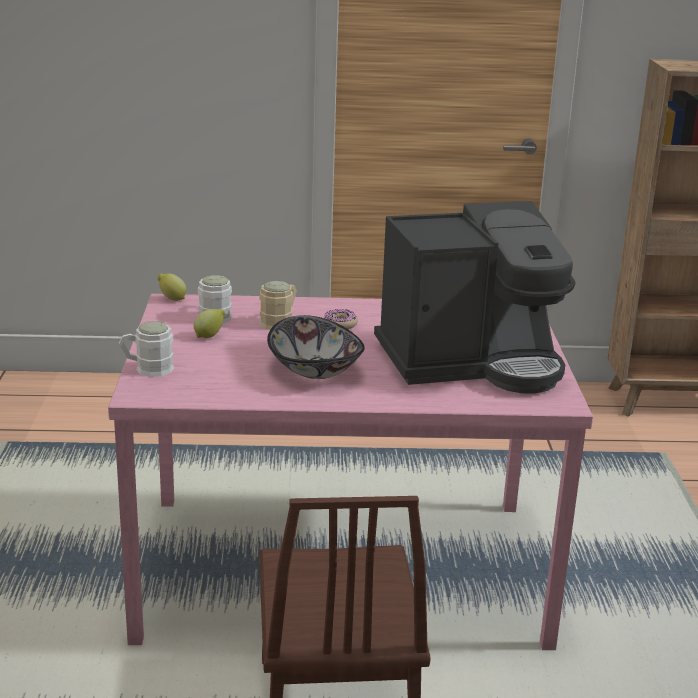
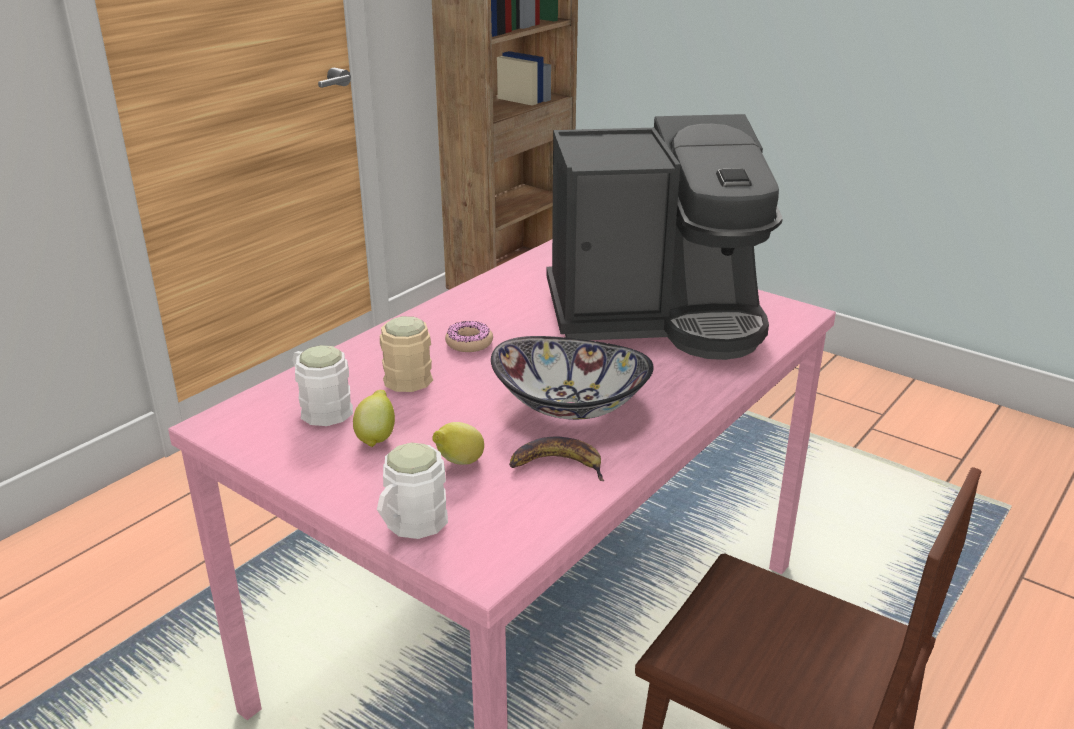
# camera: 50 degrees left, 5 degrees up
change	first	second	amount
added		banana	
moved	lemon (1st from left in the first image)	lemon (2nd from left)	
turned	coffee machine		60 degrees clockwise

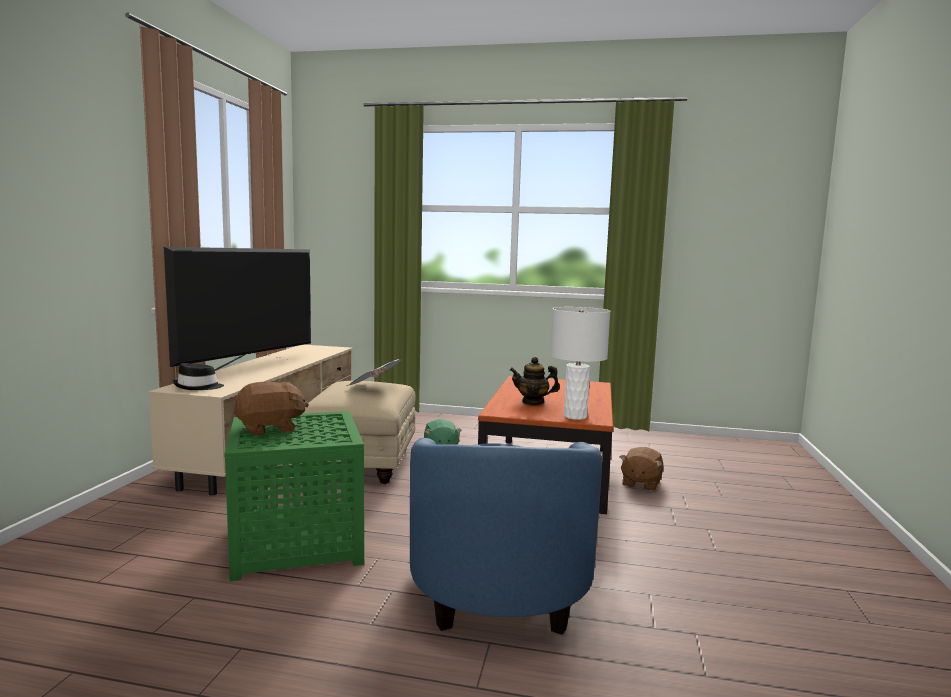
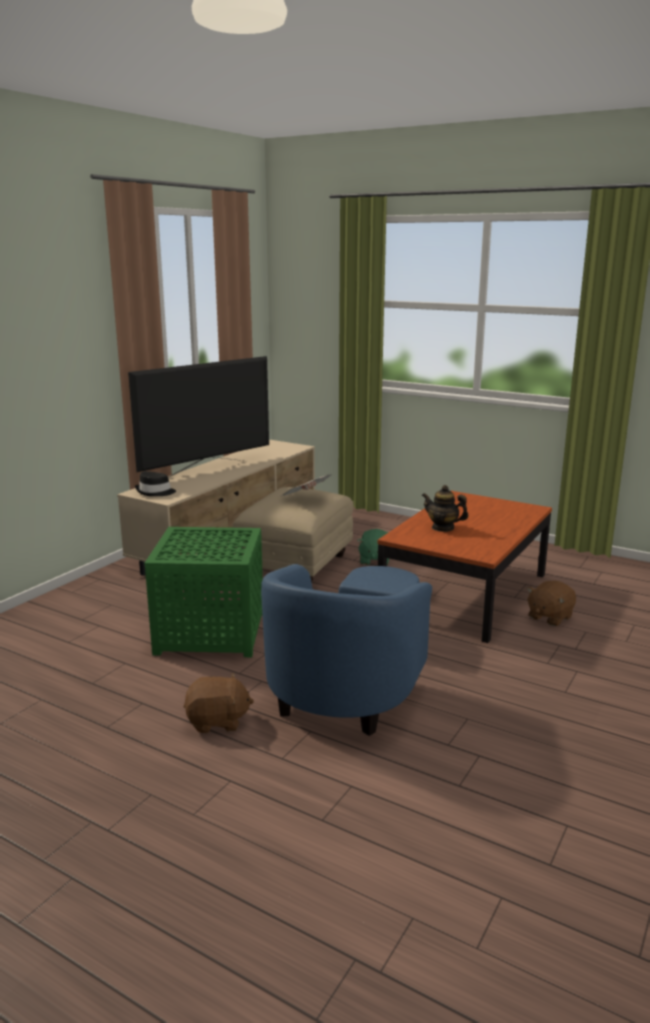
# camera: 20 degrees right, 10 degrees up
change	first	second	amount
removed	lamp for a table (white)		
moved	plush toy (brown) (1st from left)		

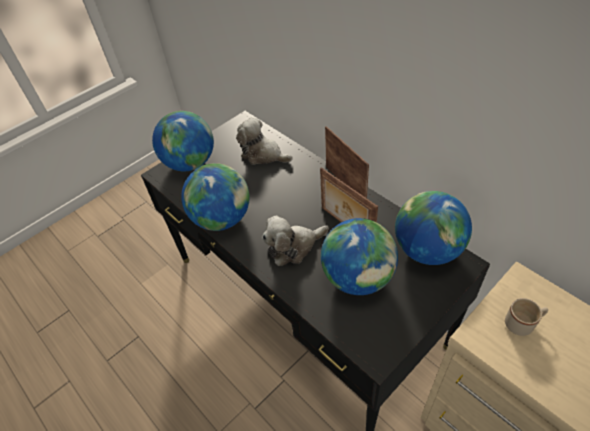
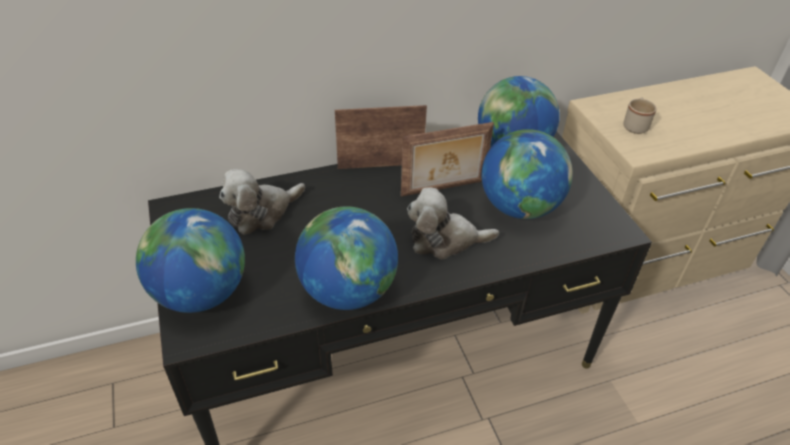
# camera: 70 degrees left, 5 degrees down
change	first	second	amount
turned	plush toy (2nd from left)		90 degrees clockwise

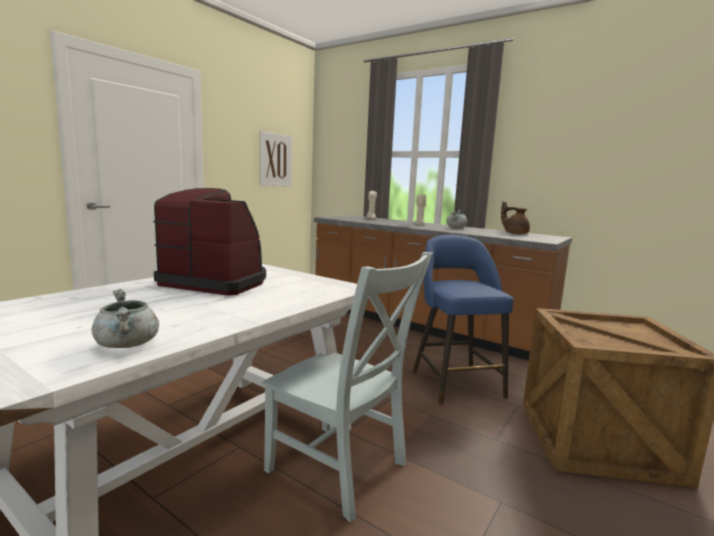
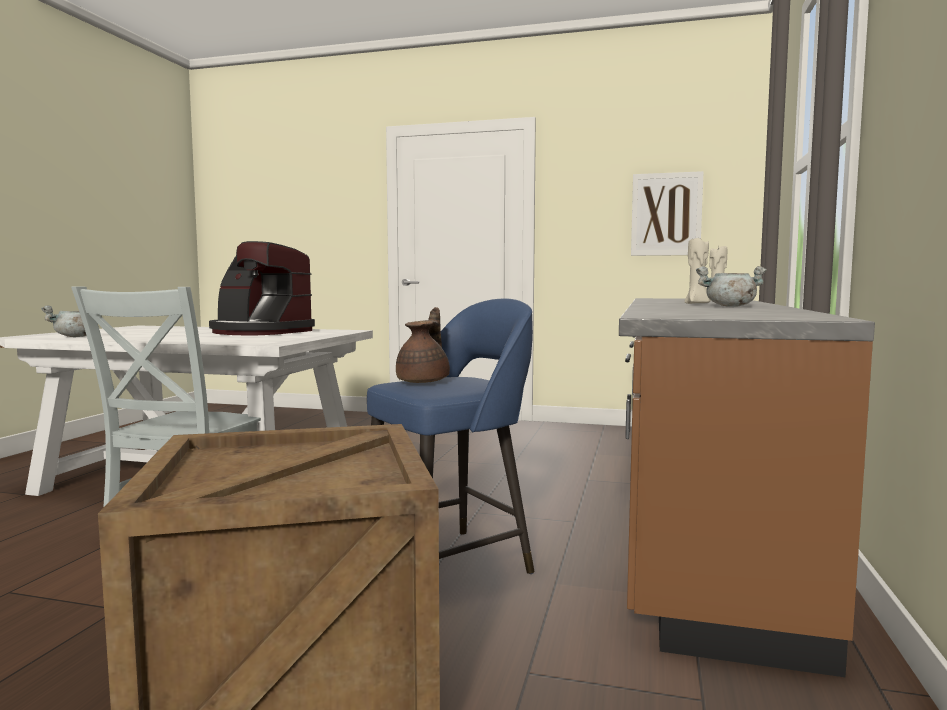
# camera: 70 degrees right, 5 degrees down
change	first	second	amount
moved	tea pot (brown)		
turned	coffee machine		120 degrees clockwise

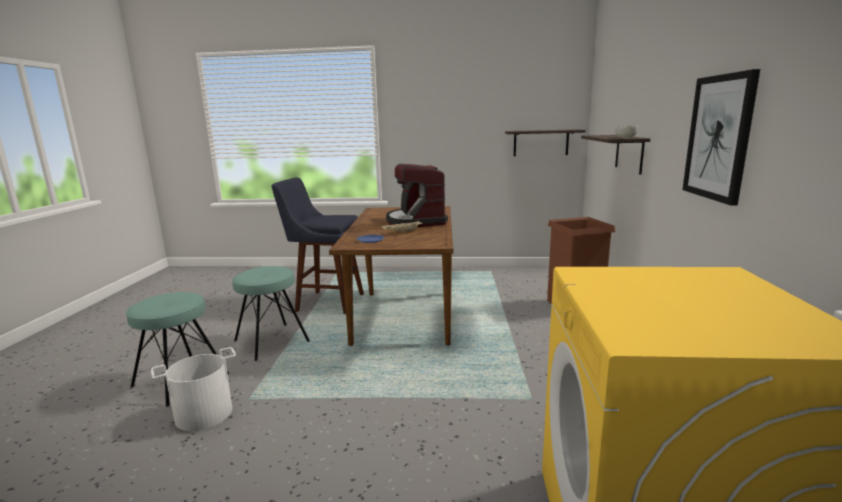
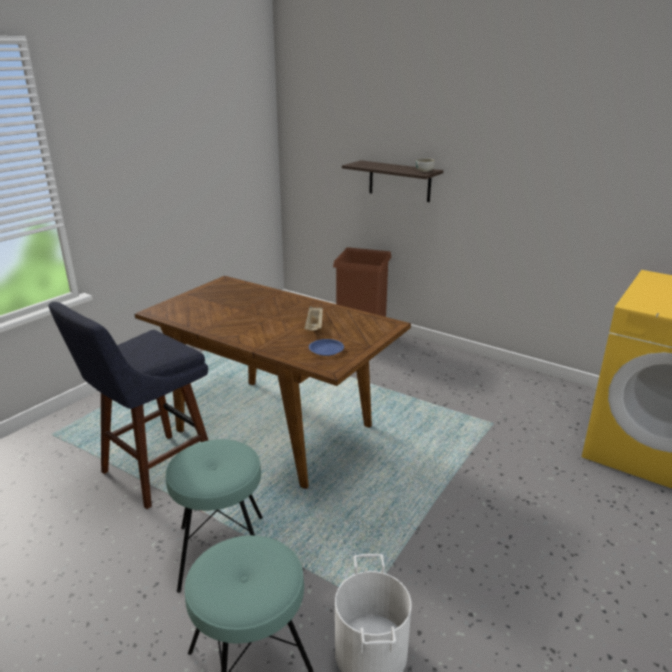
# camera: 60 degrees left, 10 degrees up
change	first	second	amount
removed	coffee machine		
removed	bracket shelf (1st from left)		
removed	picture		

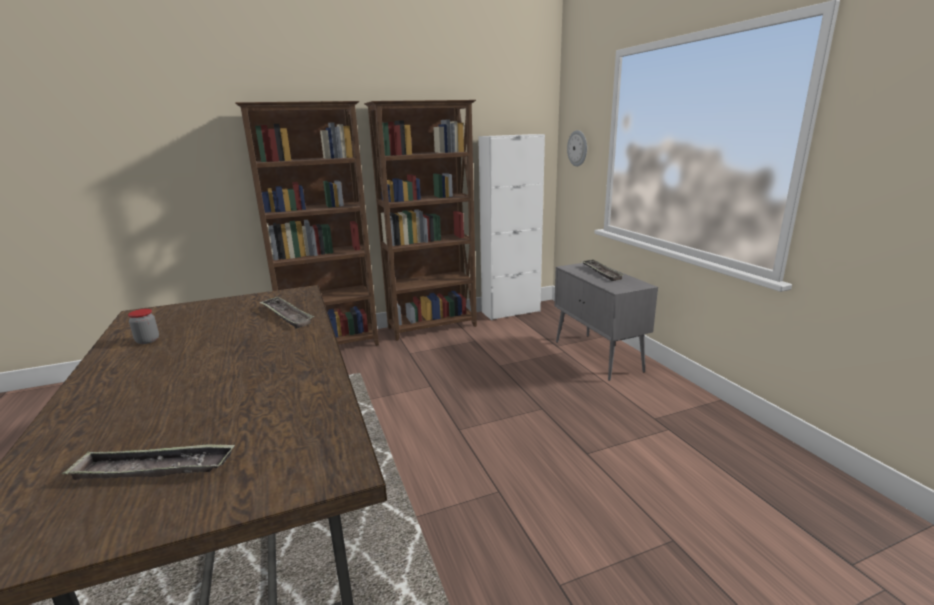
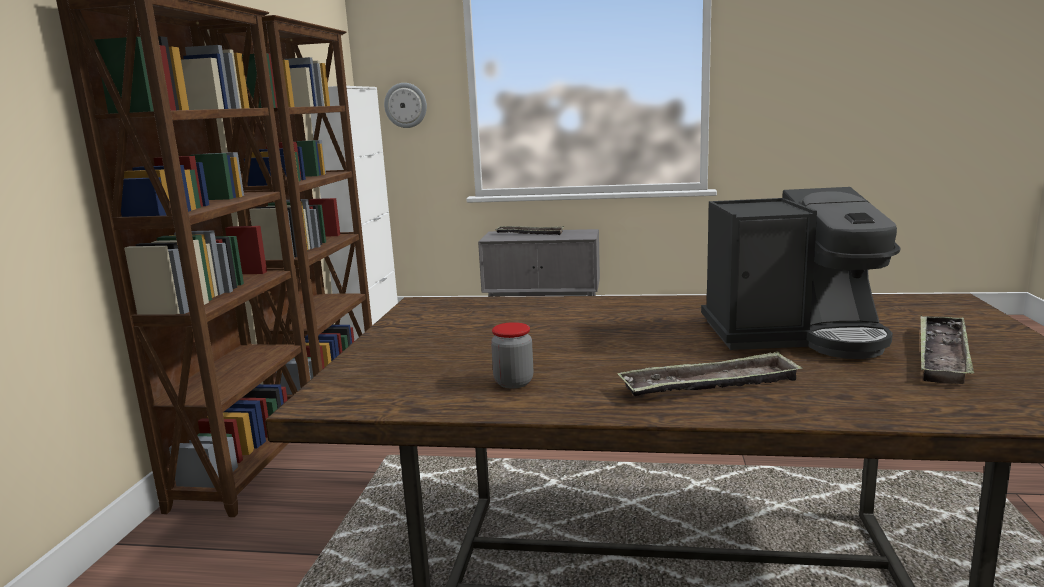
# camera: 60 degrees left, 5 degrees down
change	first	second	amount
added		coffee machine	
moved	serving tray (2nd from left)		

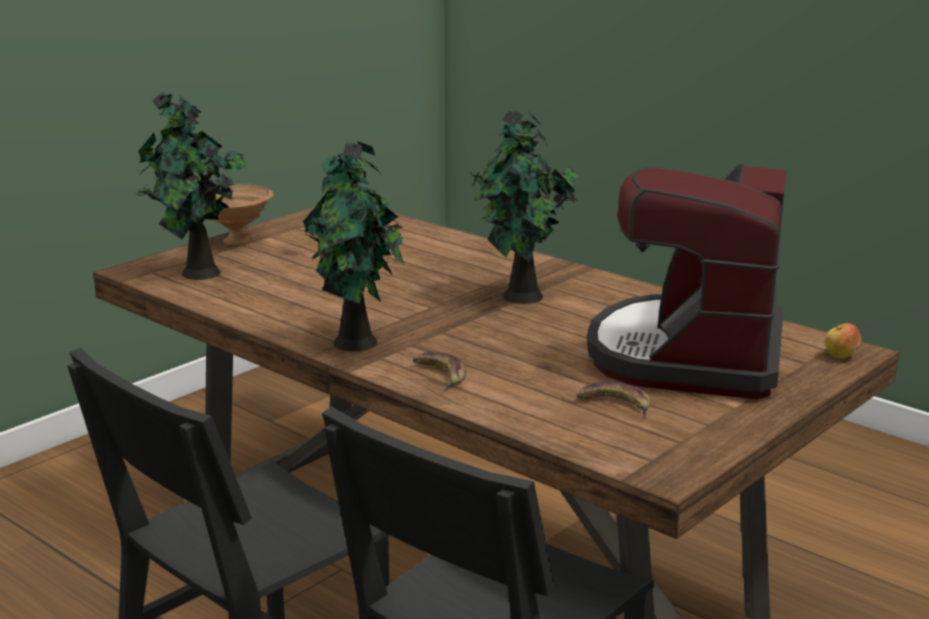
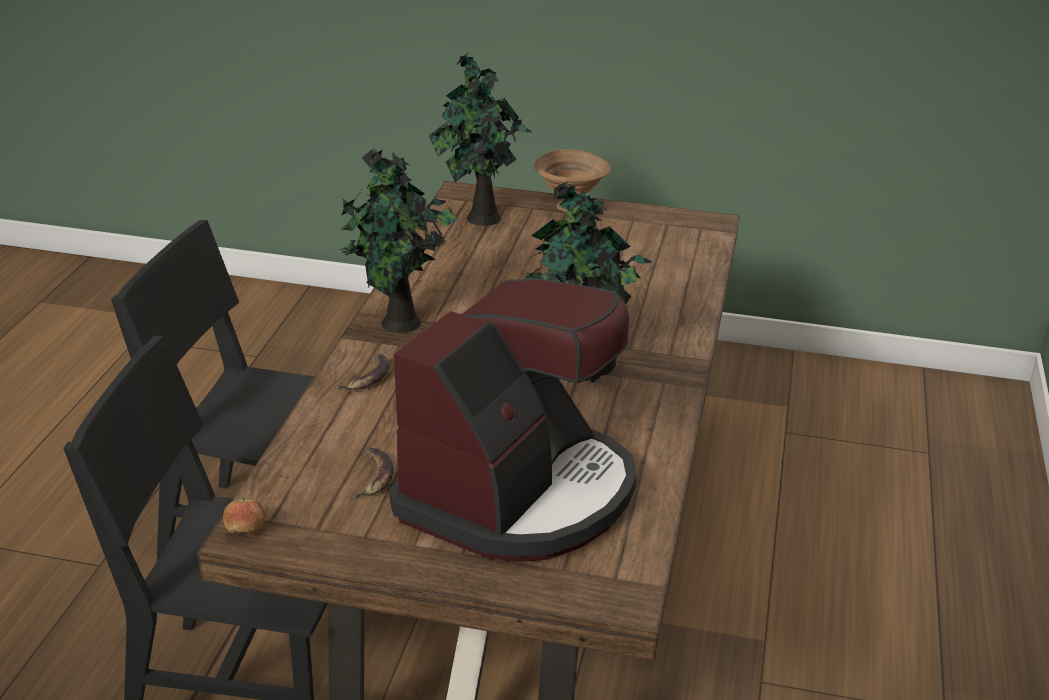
# camera: 60 degrees right, 10 degrees up
change	first	second	amount
moved	apple		
turned	coffee machine		135 degrees clockwise

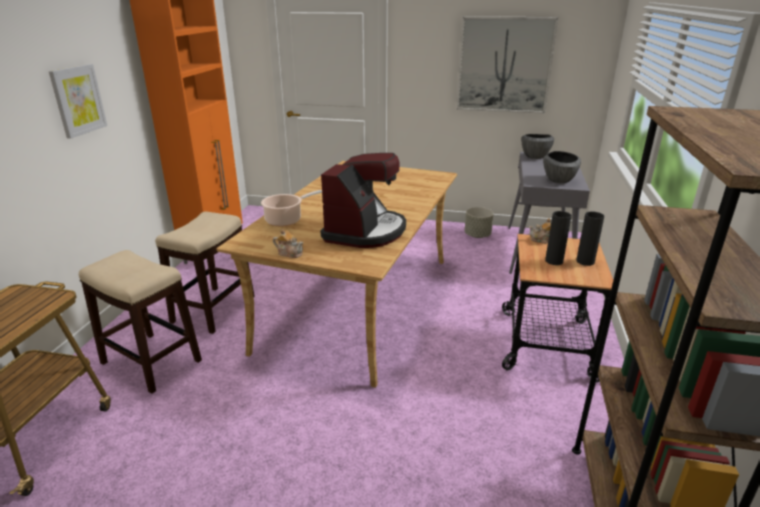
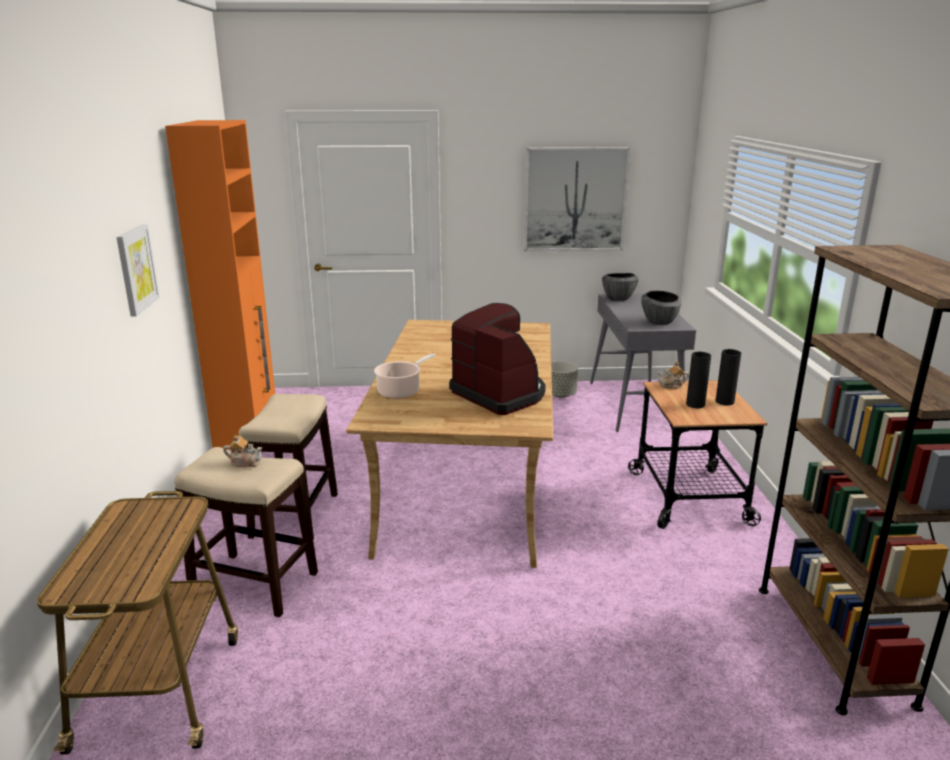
# camera: 15 degrees left, 5 degrees down
change	first	second	amount
moved	tea pot (1st from left)		
turned	coffee machine		45 degrees counterclockwise

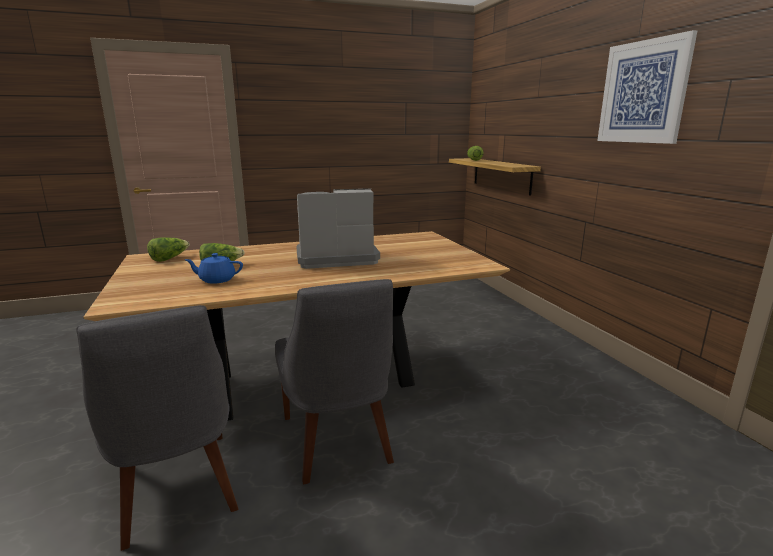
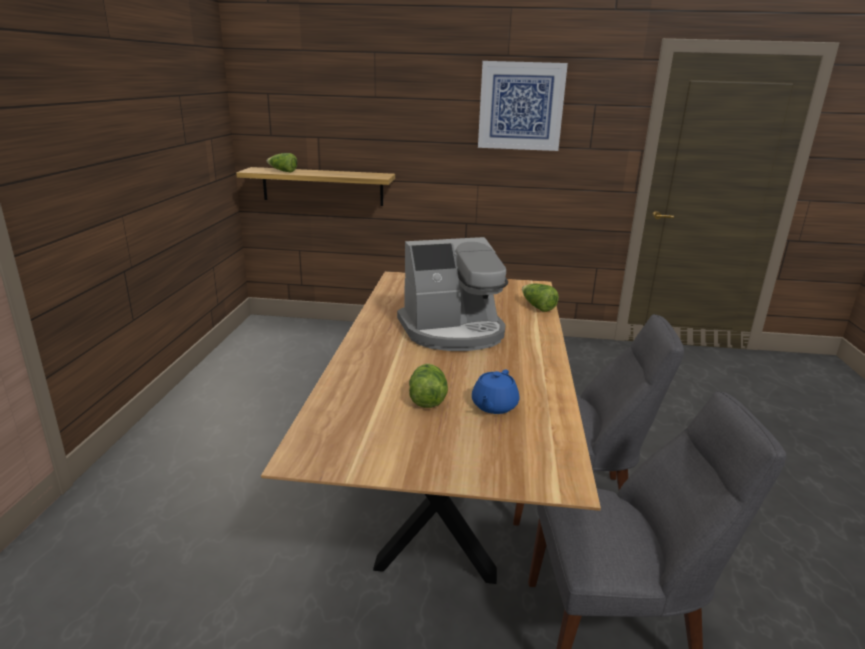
# camera: 65 degrees left, 5 degrees up
change	first	second	amount
moved	lettuce head (1st from left in the first image)	lettuce head (3rd from left)	
turned	coffee machine		120 degrees counterclockwise

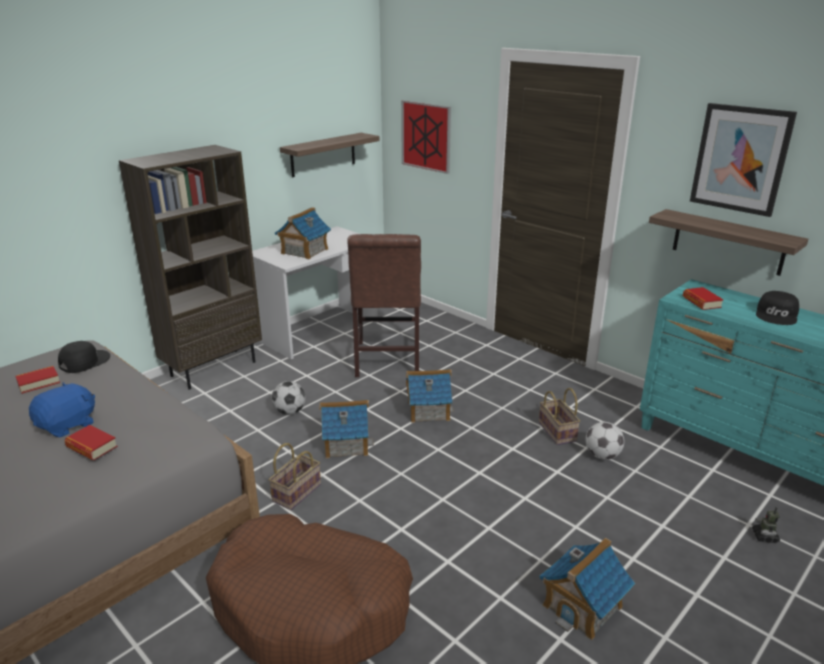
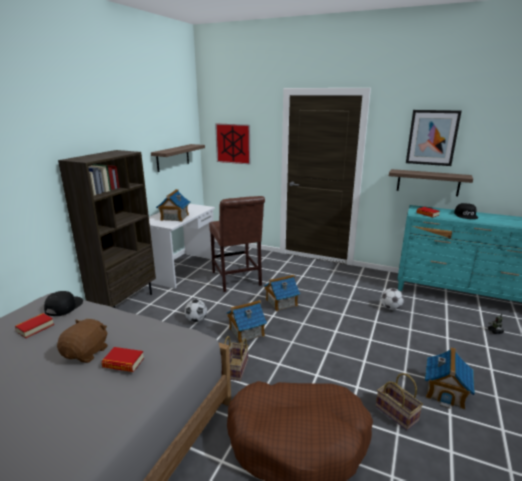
# camera: 20 degrees left, 5 degrees down
change	first	second	amount
moved	storage basket (2nd from left)		
recoloured	plush toy (blue)	plush toy (brown)	

